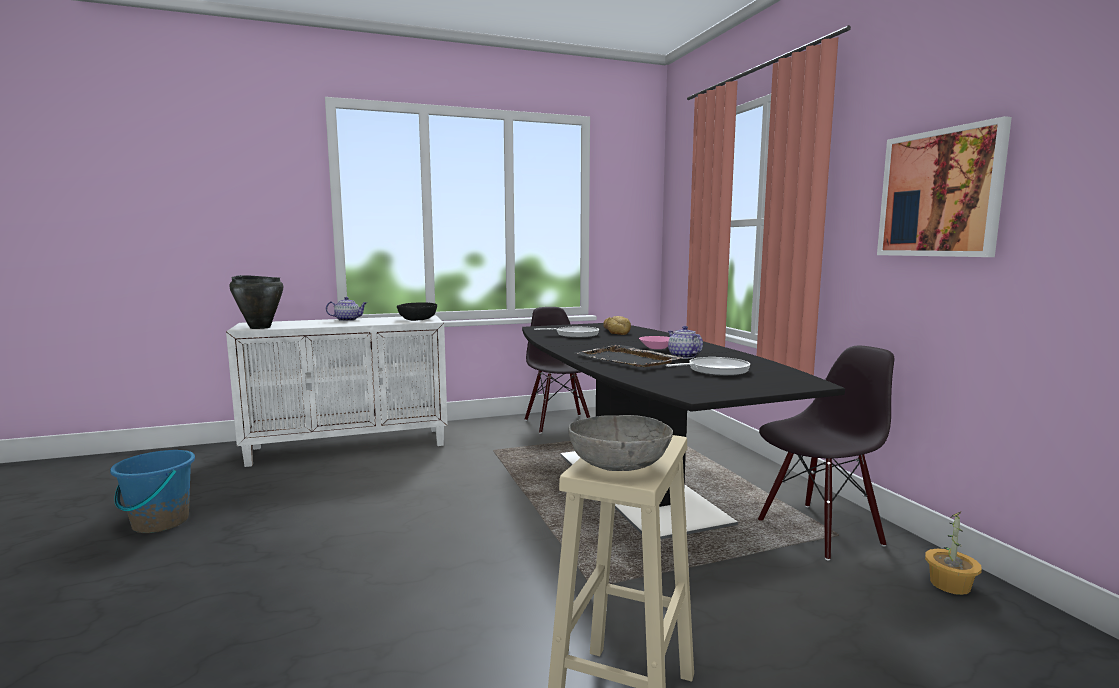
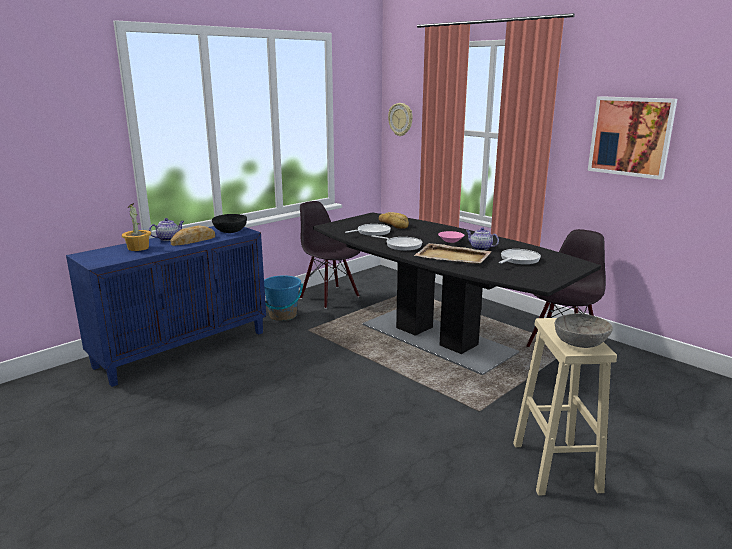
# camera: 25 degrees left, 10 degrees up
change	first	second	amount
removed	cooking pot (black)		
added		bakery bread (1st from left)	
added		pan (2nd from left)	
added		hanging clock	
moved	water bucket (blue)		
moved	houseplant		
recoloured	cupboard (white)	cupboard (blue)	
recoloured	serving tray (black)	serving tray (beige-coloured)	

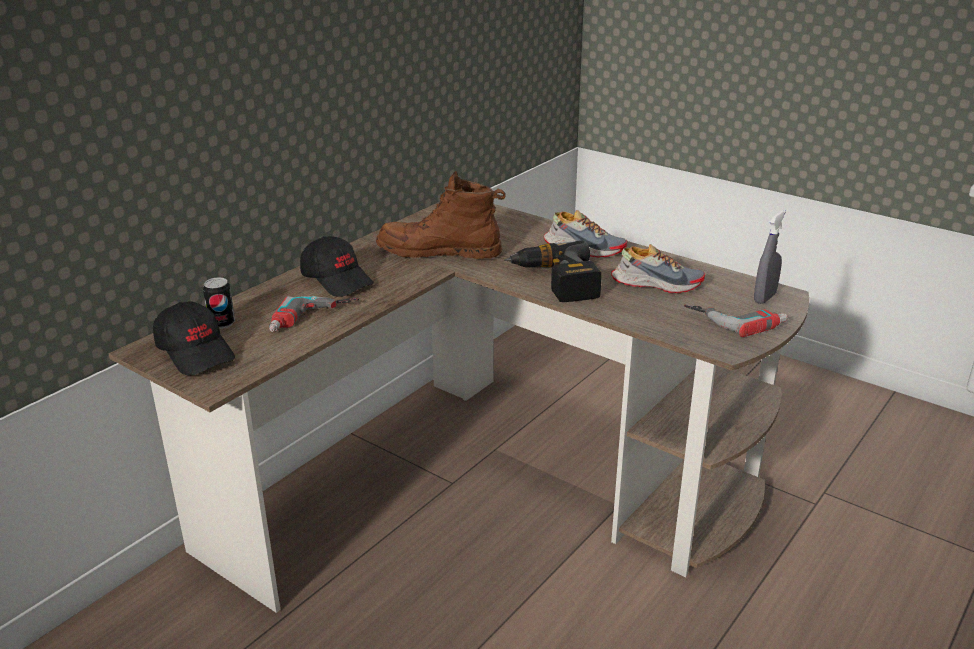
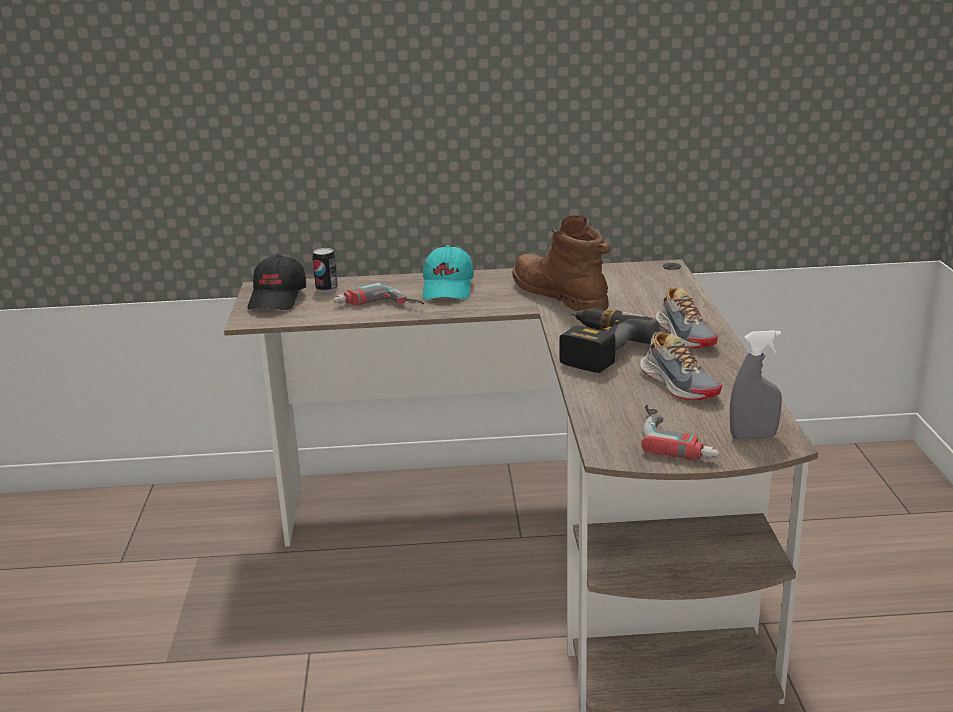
# camera: 50 degrees right, 5 degrees down
change	first	second	amount
recoloured	baseball cap (black) (2nd from left)	baseball cap (turquoise)	

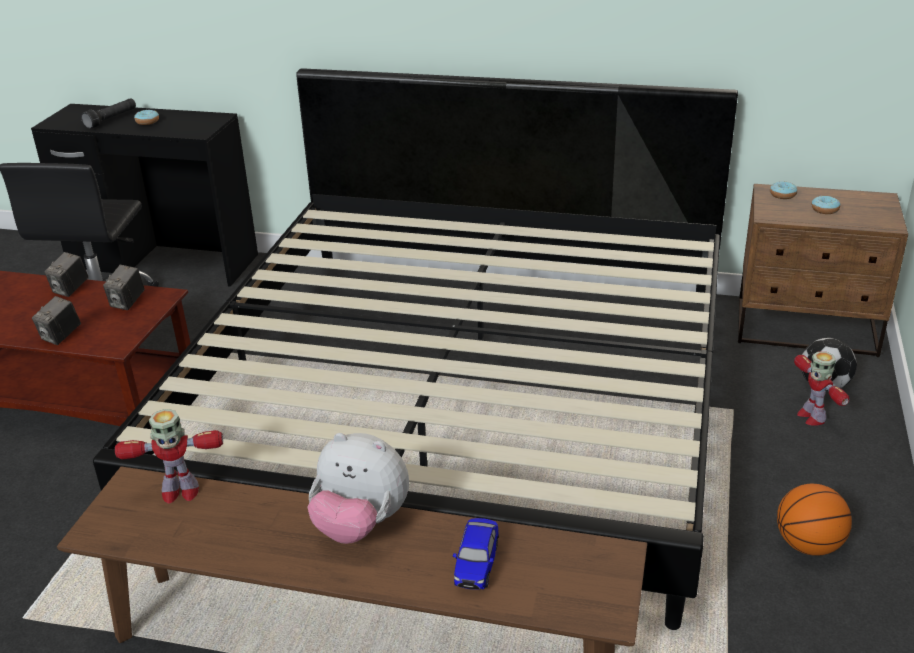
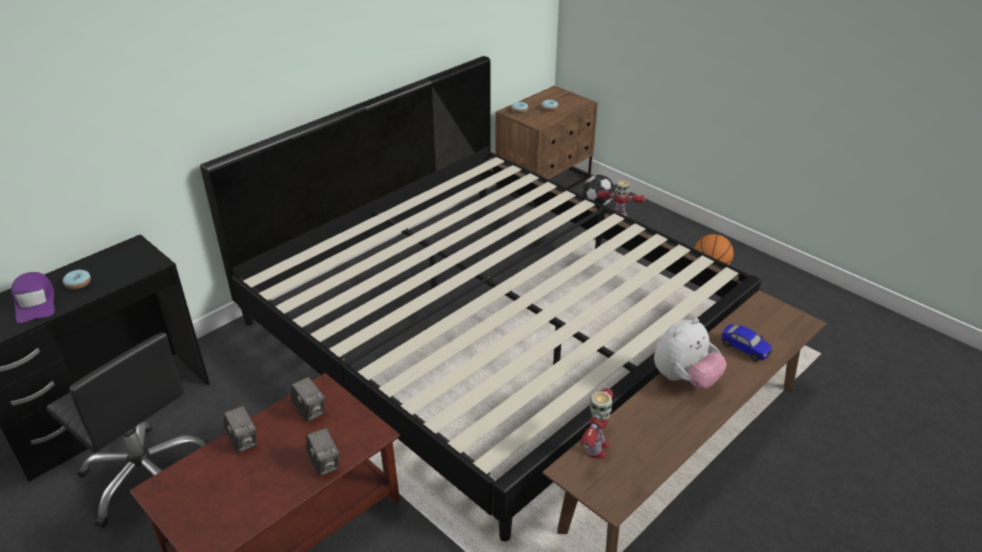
# camera: 60 degrees left, 5 degrees up
change	first	second	amount
replaced	flashlight (black)	baseball cap (purple-coloured)	

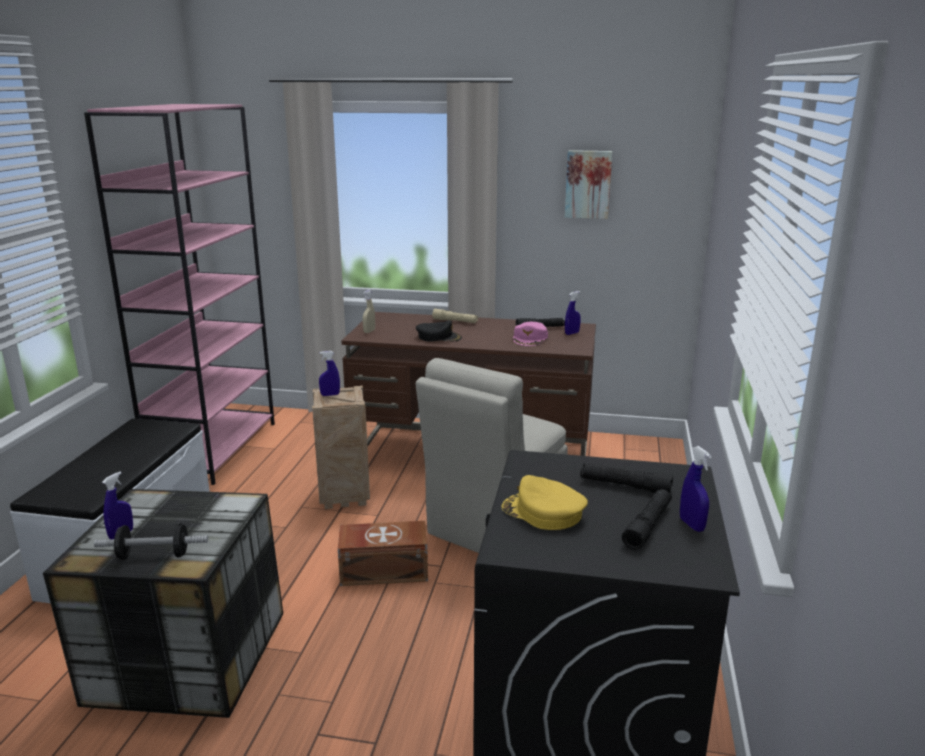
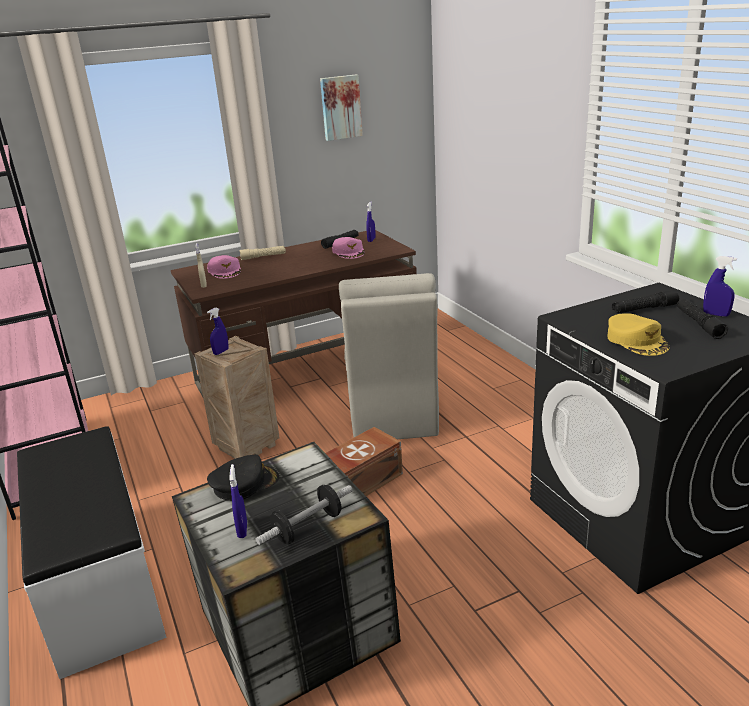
# camera: 35 degrees left, 5 degrees up
change	first	second	amount
added		baseball cap (pink) (1st from left)	
moved	baseball cap (black)		
turned	baseball cap (yellow)		105 degrees counterclockwise

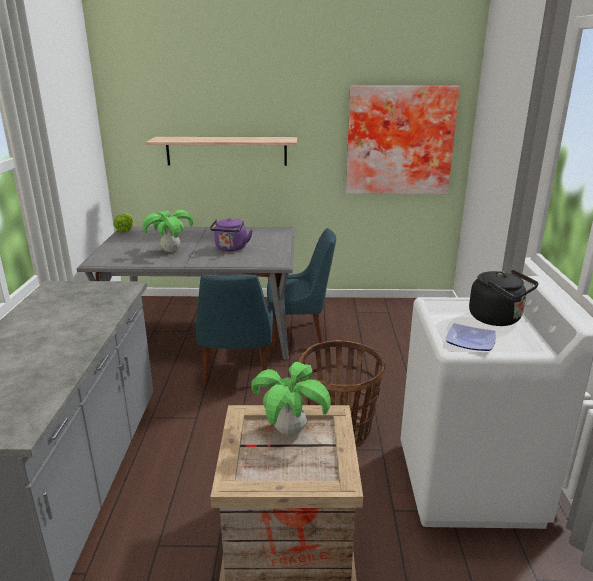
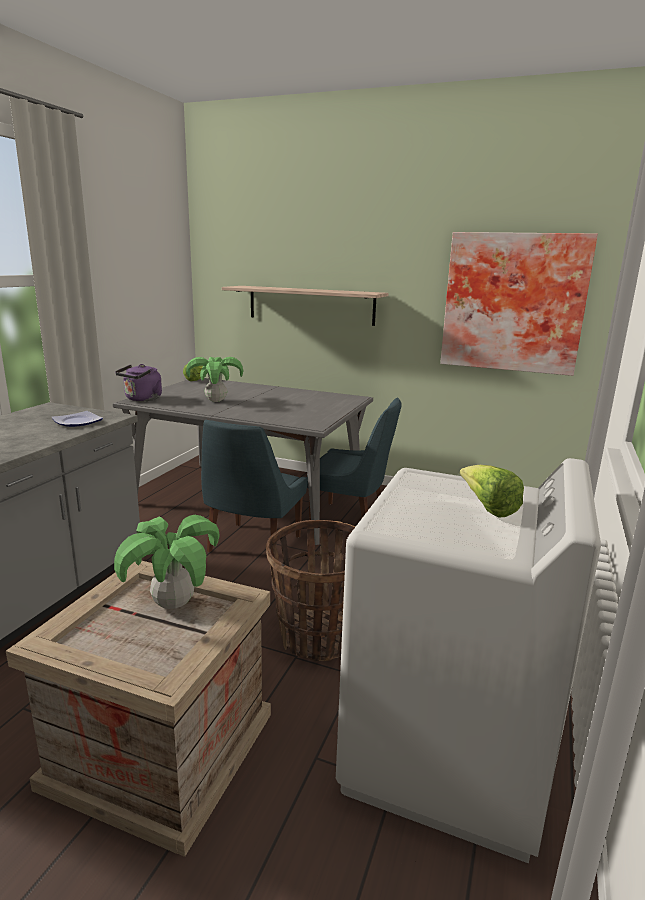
# camera: 20 degrees right, 5 degrees down
change	first	second	amount
moved	tea kettle (purple-coloured)		
moved	dinner plate		
replaced	tea kettle (black)	lettuce head (2nd from left)	

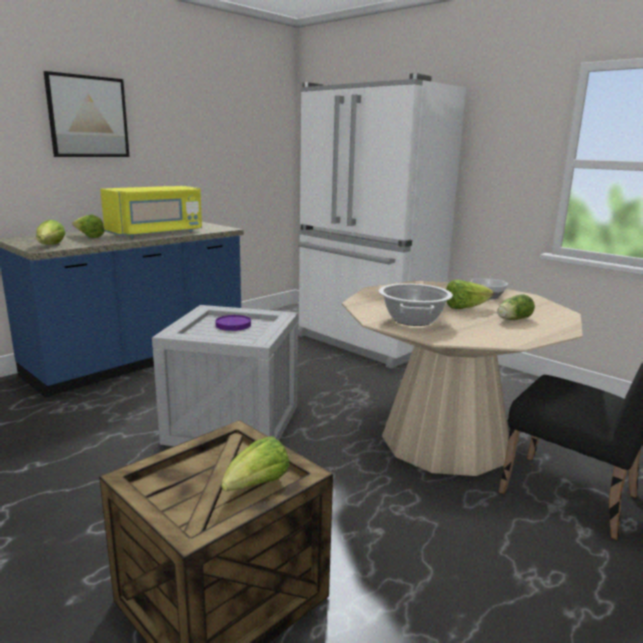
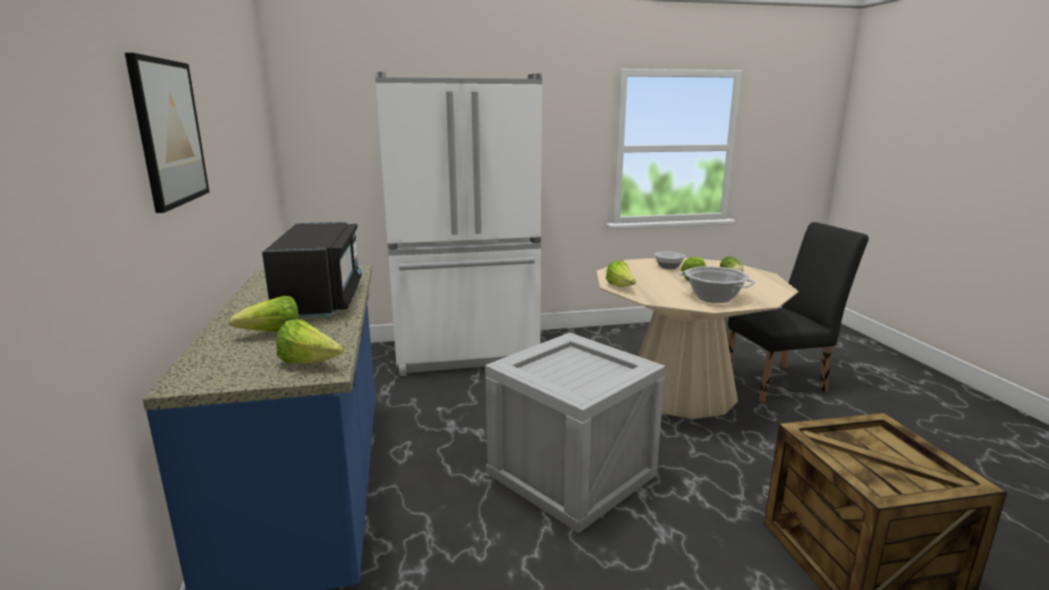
# camera: 55 degrees left, 0 degrees up
change	first	second	amount
removed	dinner plate (purple-coloured)		
moved	lettuce head (3rd from left)		
recoloured	microwave (yellow)	microwave (black)	

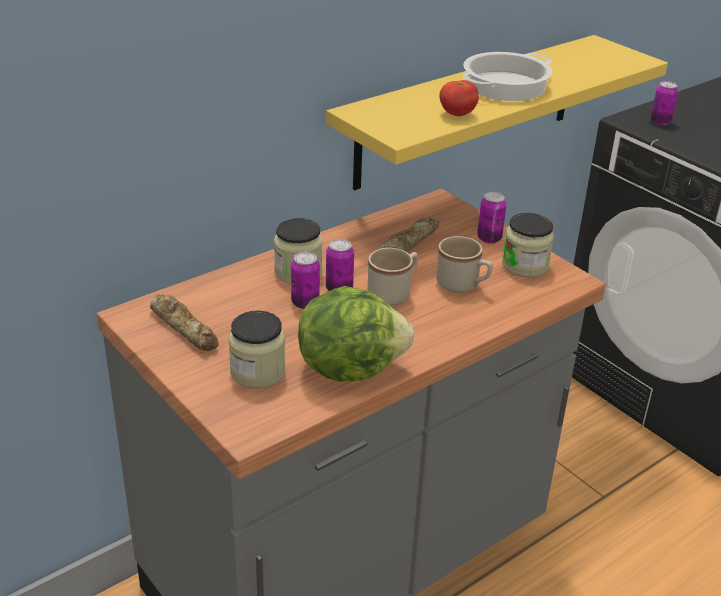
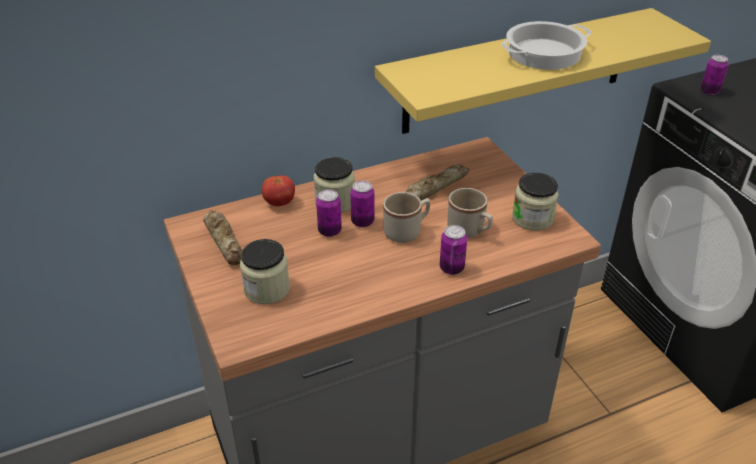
# camera: 15 degrees right, 5 degrees up
change	first	second	amount
removed	lettuce head		
moved	whole tomato		
moved	sealed can (3rd from left)		

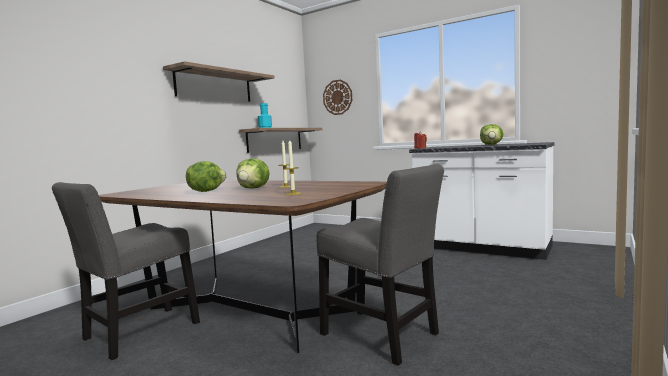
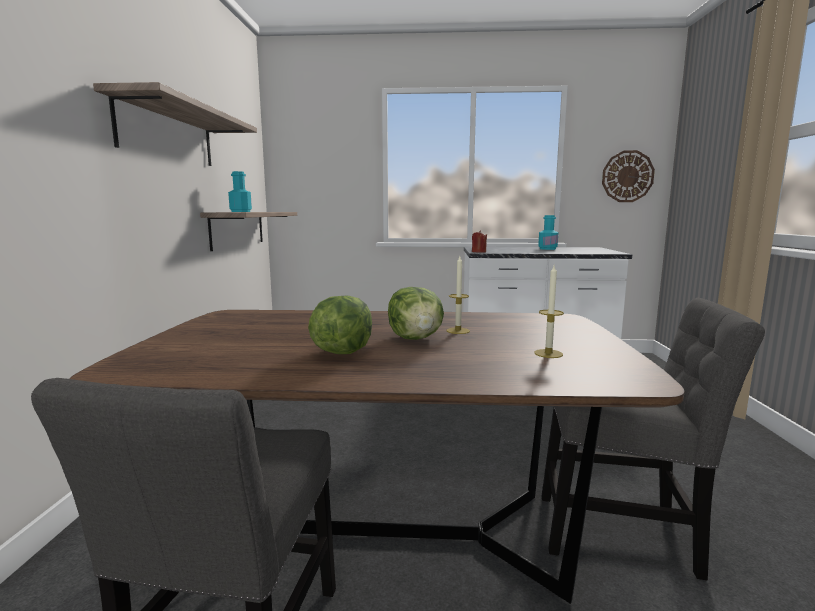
# camera: 30 degrees left, 5 degrees up
change	first	second	amount
moved	hanging clock		
replaced	lettuce head (3rd from left)	beverage bottle (turquoise) (2nd from left)	

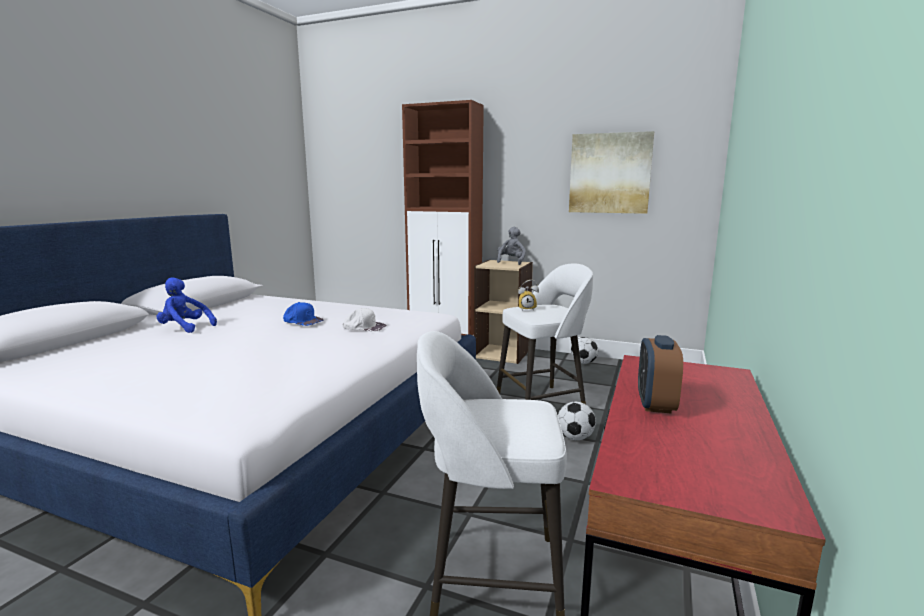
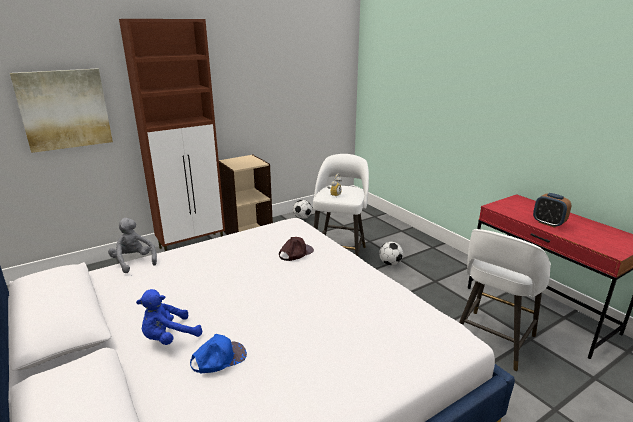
# camera: 55 degrees left, 10 degrees up
change	first	second	amount
moved	baseball cap (blue)		
moved	plush toy (grey)		
moved	picture		
recoloured	baseball cap (white)	baseball cap (brown)	

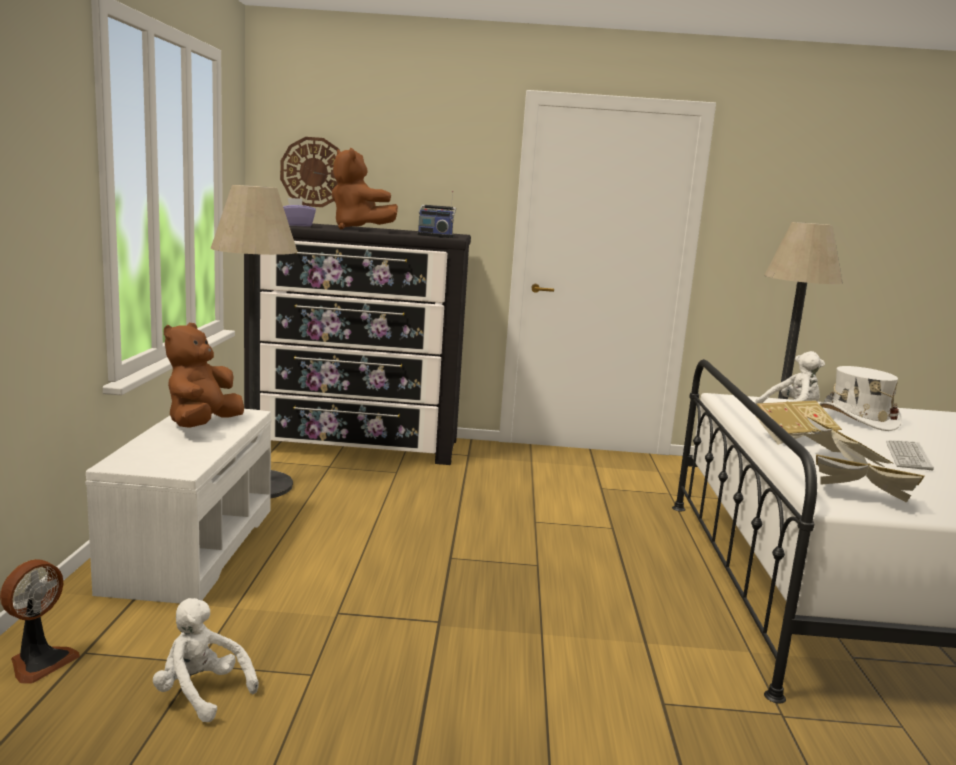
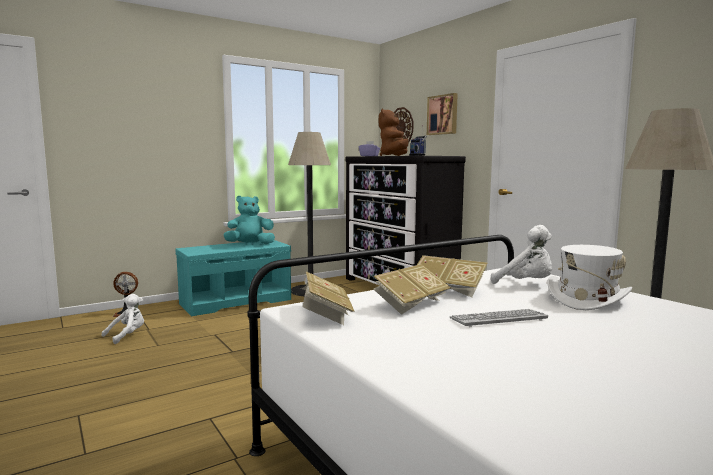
# camera: 55 degrees right, 5 degrees down
change	first	second	amount
added		picture	
recoloured	bench (white)	bench (turquoise)	
recoloured	plush toy (brown) (1st from left)	plush toy (turquoise)	
turned	plush toy (white) (1st from left)		45 degrees clockwise

